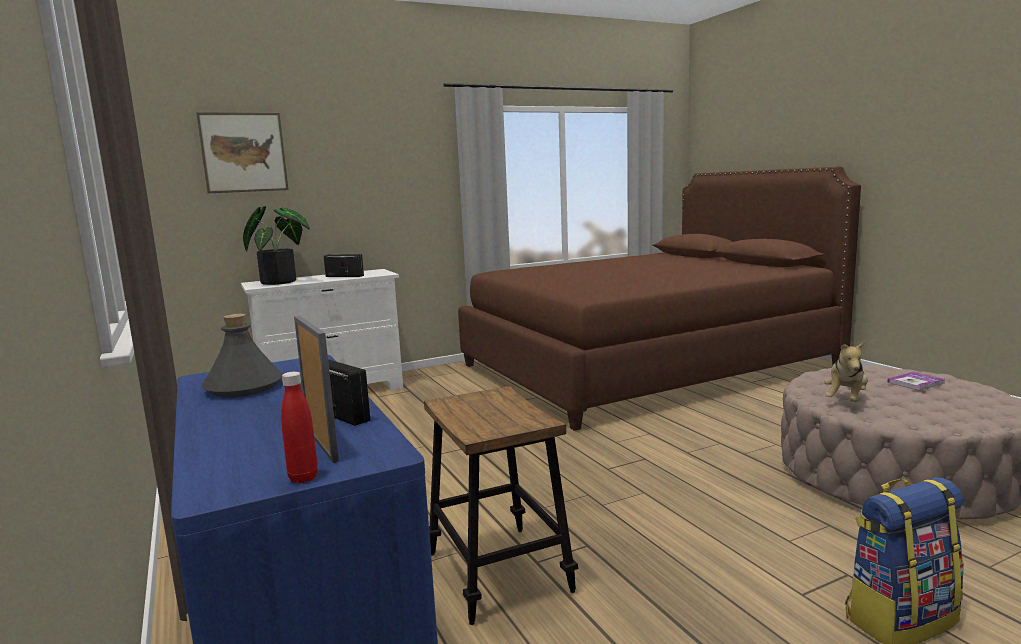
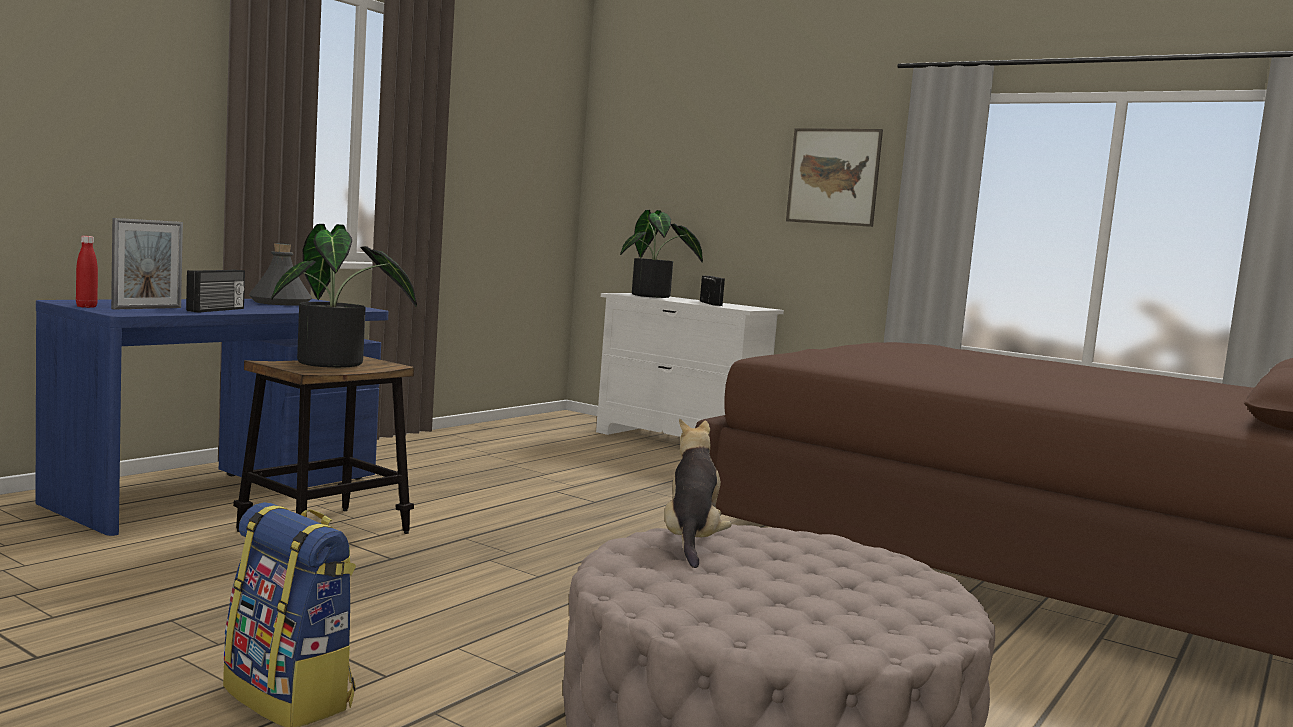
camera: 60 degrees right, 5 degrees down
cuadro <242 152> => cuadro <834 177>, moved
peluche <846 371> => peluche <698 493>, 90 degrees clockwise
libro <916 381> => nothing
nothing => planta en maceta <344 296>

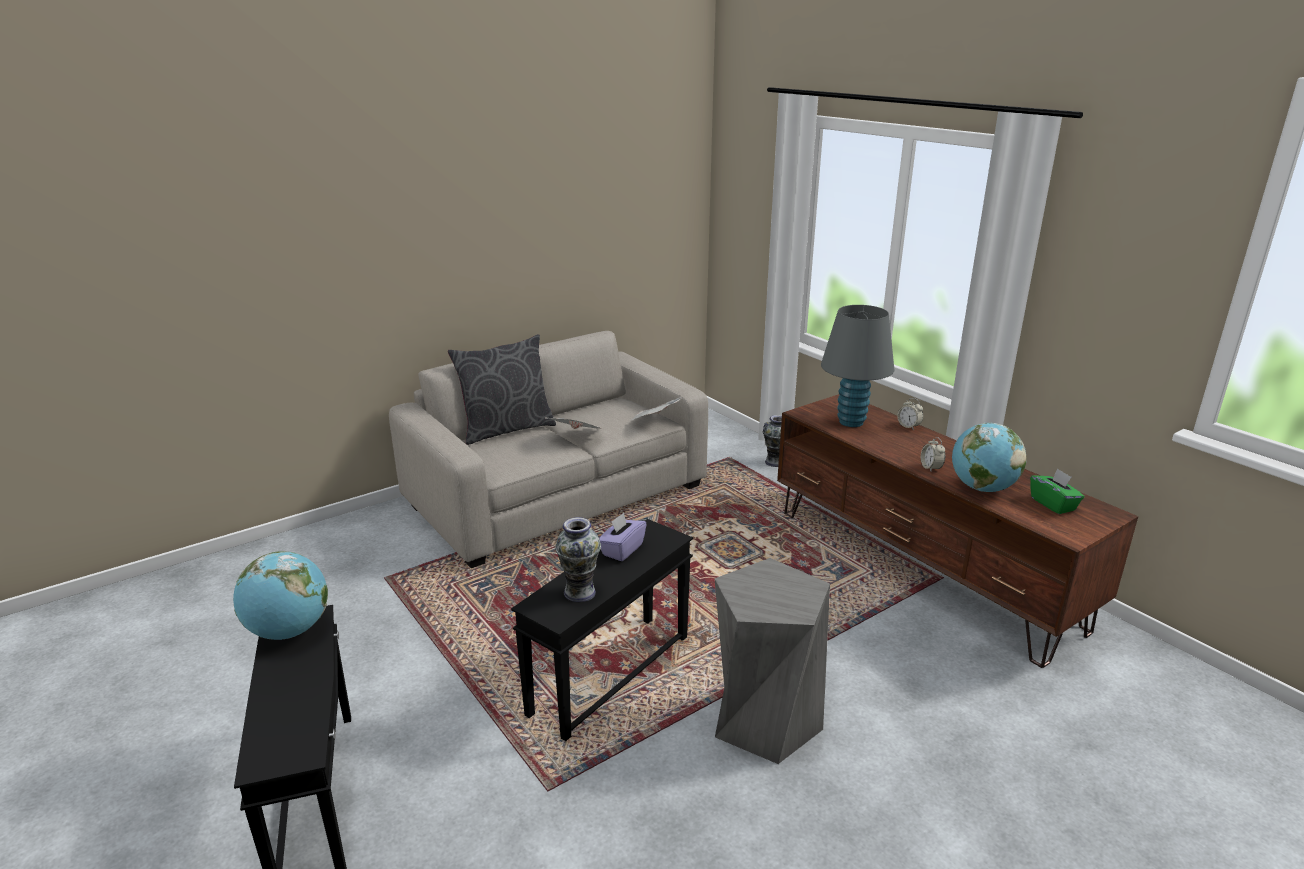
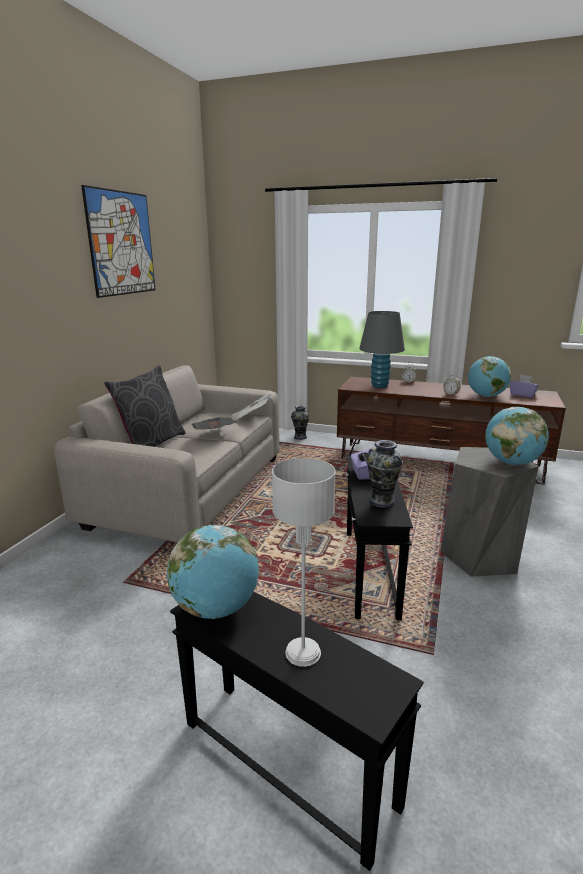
camera: 35 degrees left, 5 degrees down
caja de pañuelos/verde <1057 491> => caja de pañuelos/morado <524 386>
nothing => cuadro <118 241>
nothing => lámpara de mesa/gris <304 562>
nothing => globo terráqueo <517 436>

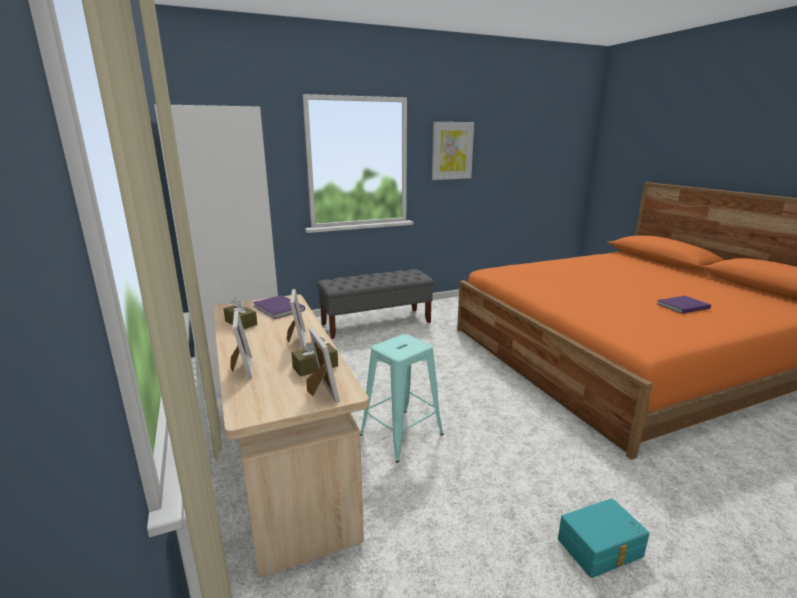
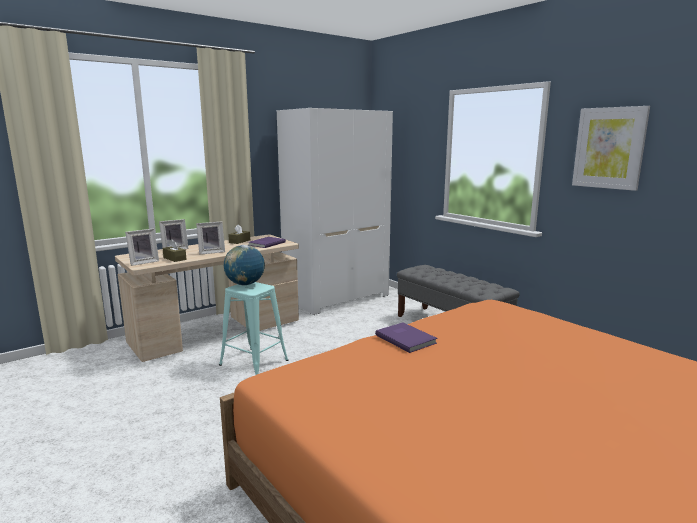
camera: 75 degrees right, 5 degrees down
caja de almacenaje/turquesa <604 538> => nothing
libro/morado <684 305> => libro/morado <406 337>, moved
nothing => globo terráqueo <244 265>

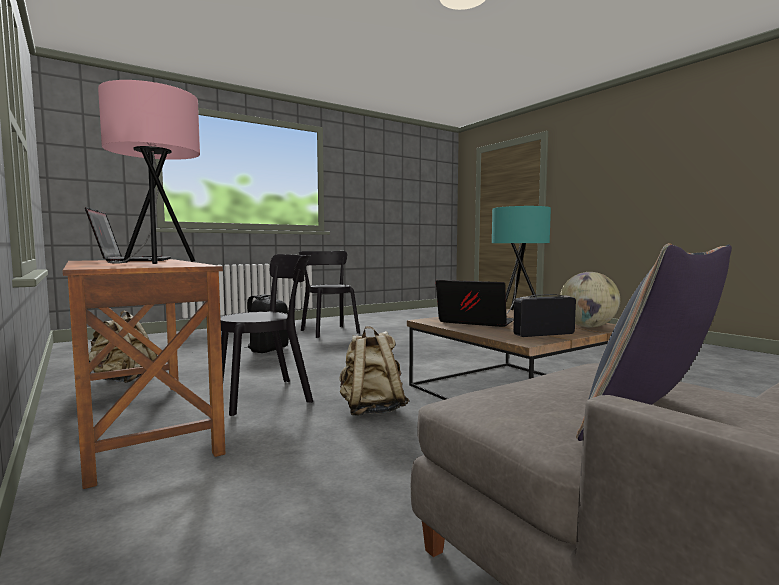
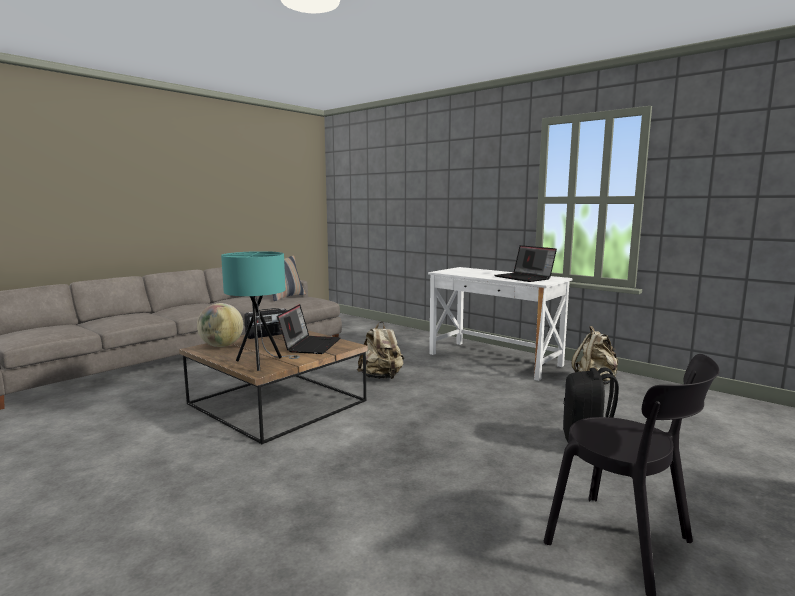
camera: 165 degrees right, 5 degrees up
escritorio/marrón <144 374> => escritorio/blanco <500 324>
lámpara de mesa/rosa <149 172> => nothing
silla/negro <266 335> => nothing
portátil <475 303> => portátil <308 329>, 90 degrees counterclockwise

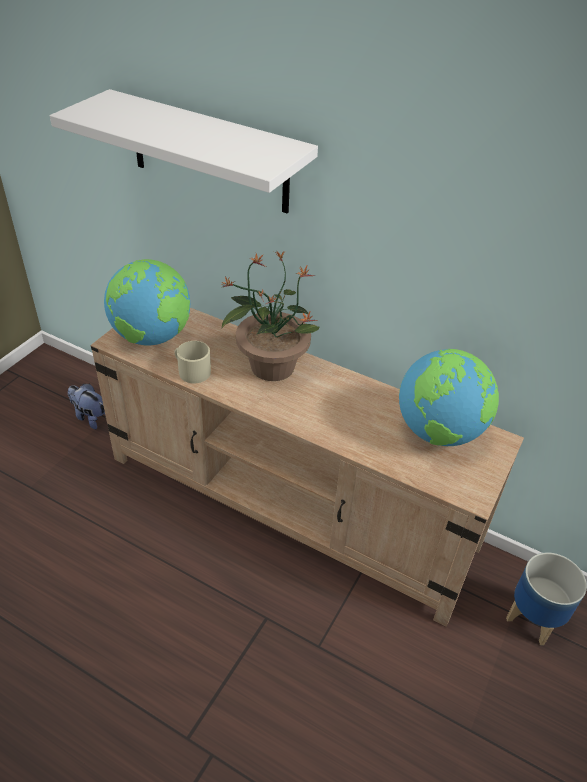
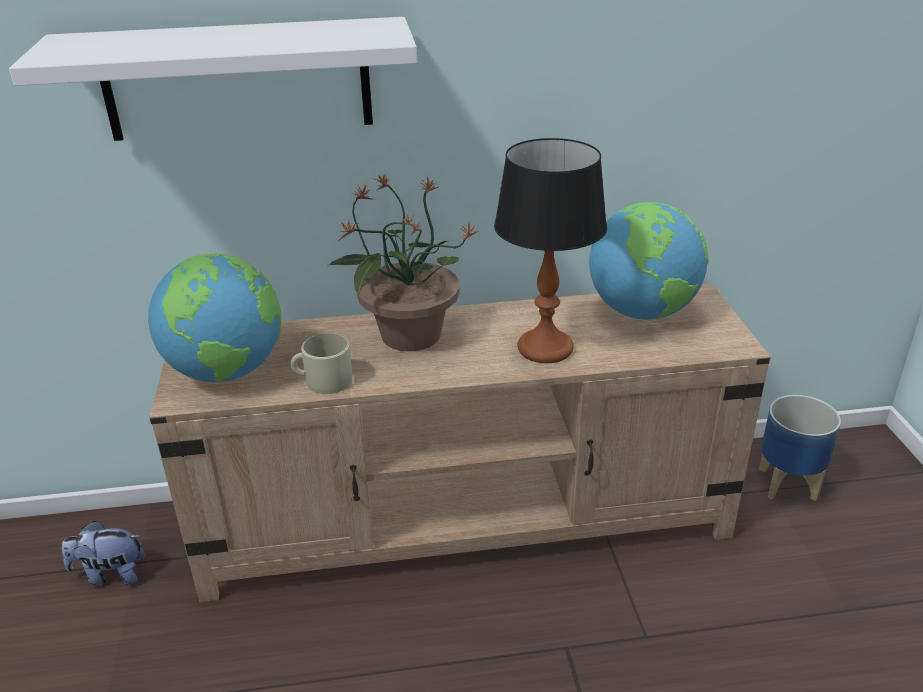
camera: 35 degrees left, 10 degrees down
nothing => lámpara de mesa <550 250>

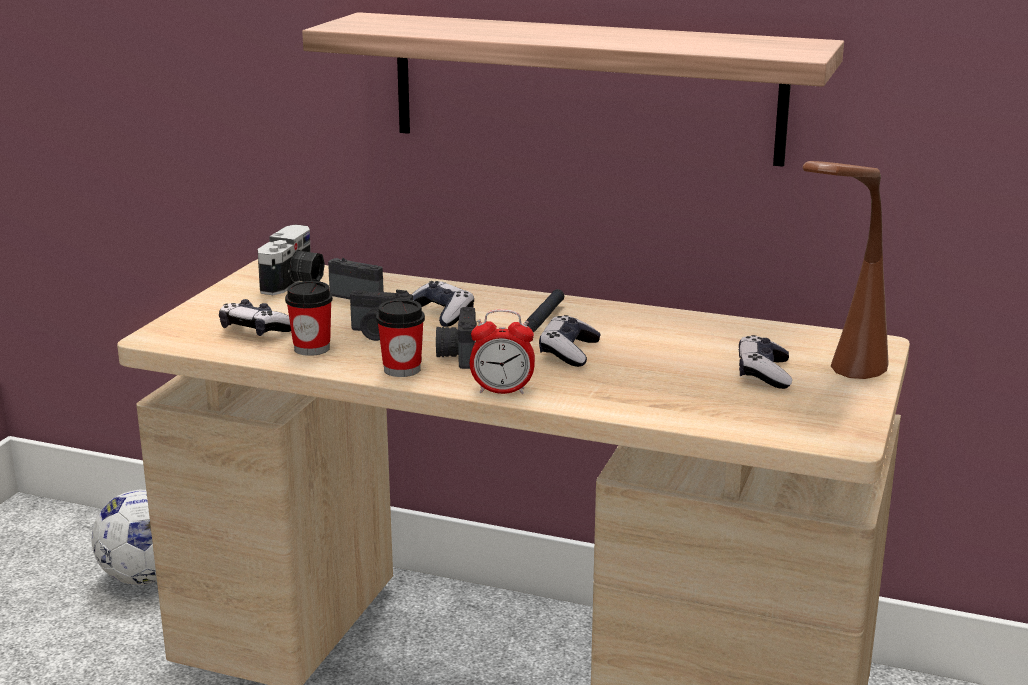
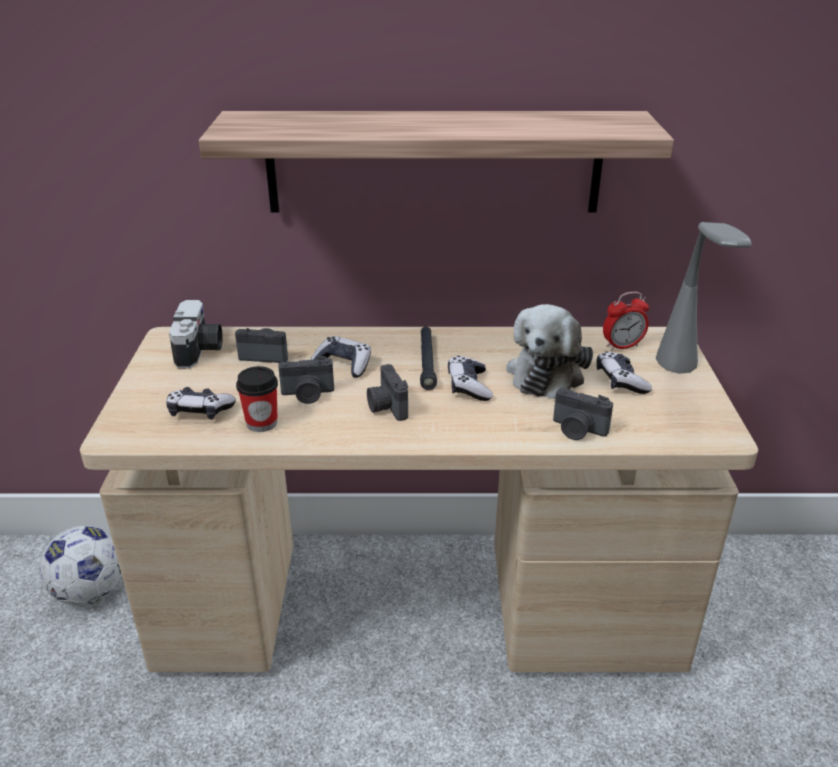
camera: 20 degrees left, 10 degrees up
taza <400 338> => nothing
despertador <502 351> => despertador <626 321>, moved
lámpara de mesa/marrón <845 270> => lámpara de mesa/gris <704 298>
nothing => peluche <549 351>
nothing => cámara <583 414>

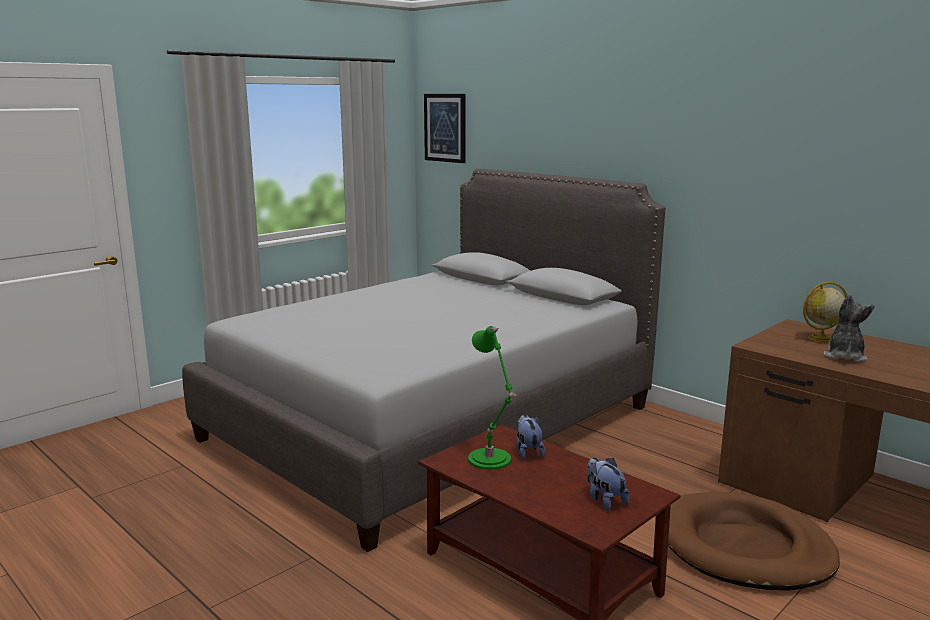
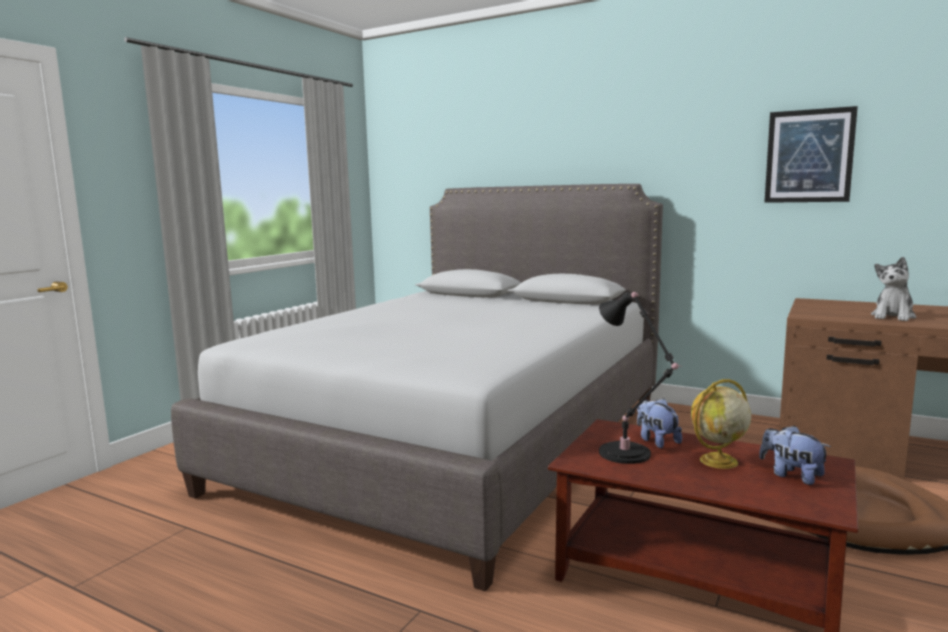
camera: 15 degrees left, 5 degrees down
cuadro <444 128> => cuadro <811 154>, moved
lámpara de mesa/verde <492 398> => lámpara de mesa/negro <640 378>
globo terráqueo <825 312> => globo terráqueo <721 424>, moved
peluche <849 328> => peluche <893 289>, 150 degrees counterclockwise

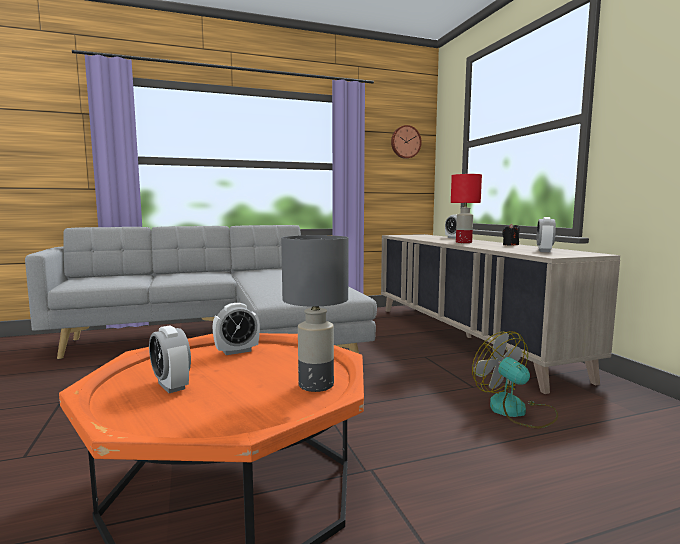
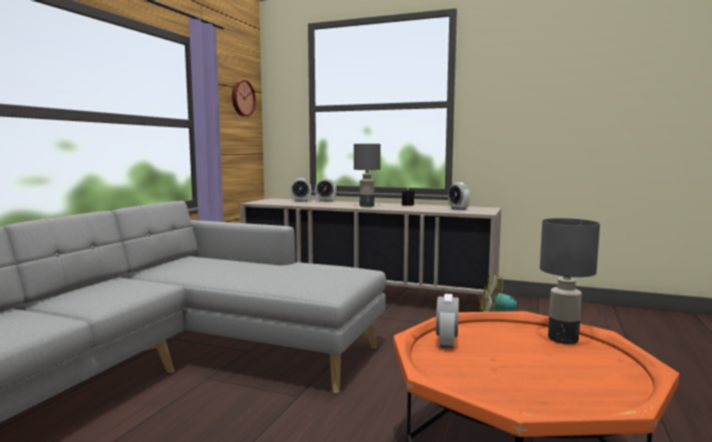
camera: 50 degrees left, 0 degrees up
despertador <170 359> => despertador <301 190>, moved
lámpara de mesa/rojo <466 208> => lámpara de mesa/gris <367 175>

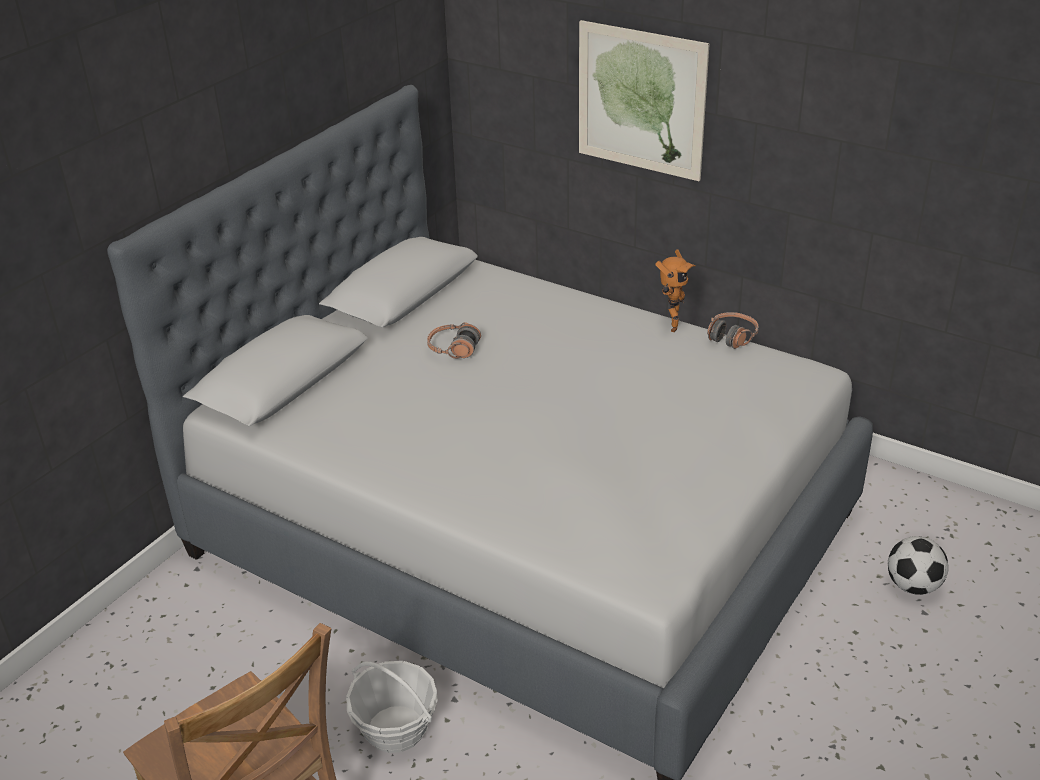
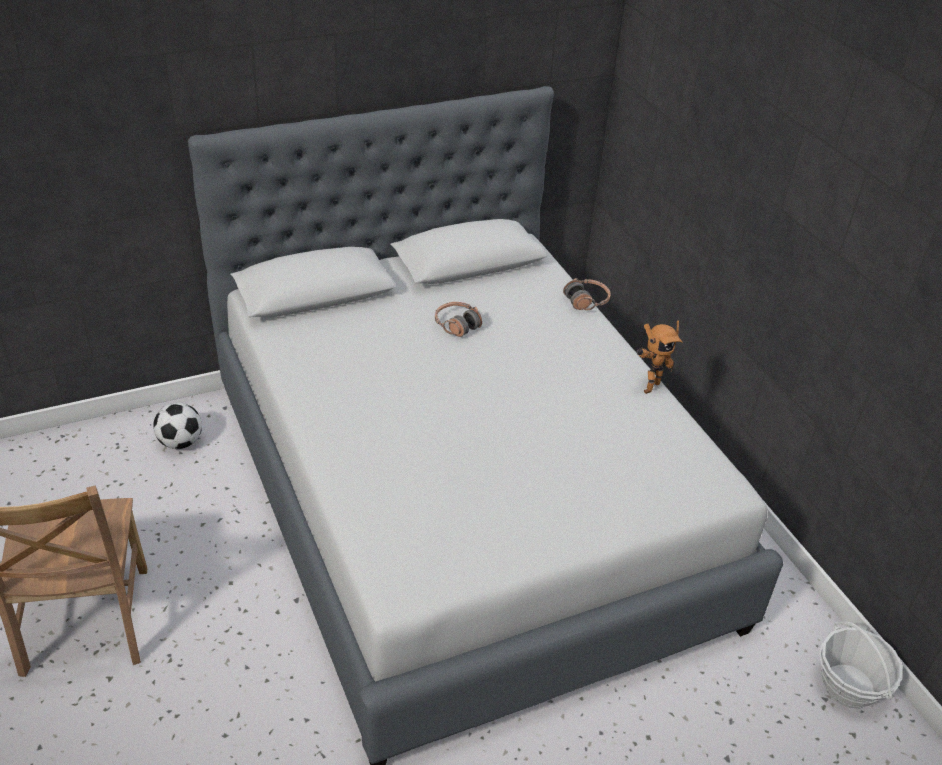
camera: 30 degrees right, 5 degrees up
cesta <392 707> => cesta <861 665>, moved
cuadro <644 100> => nothing
auriculares <733 330> => auriculares <587 294>, moved
balón de fútbol <918 565> => balón de fútbol <177 425>, moved

